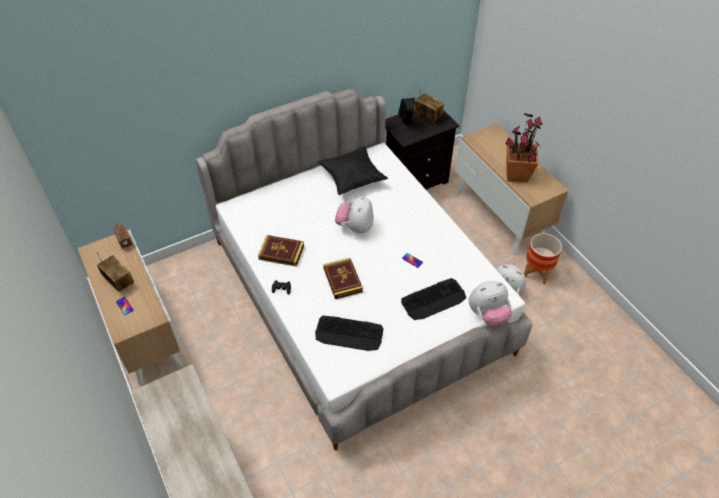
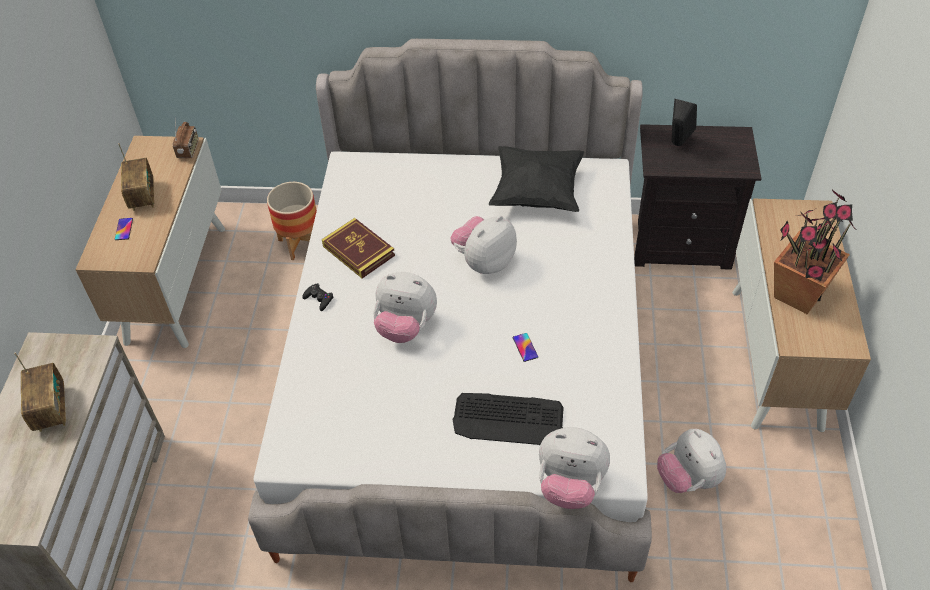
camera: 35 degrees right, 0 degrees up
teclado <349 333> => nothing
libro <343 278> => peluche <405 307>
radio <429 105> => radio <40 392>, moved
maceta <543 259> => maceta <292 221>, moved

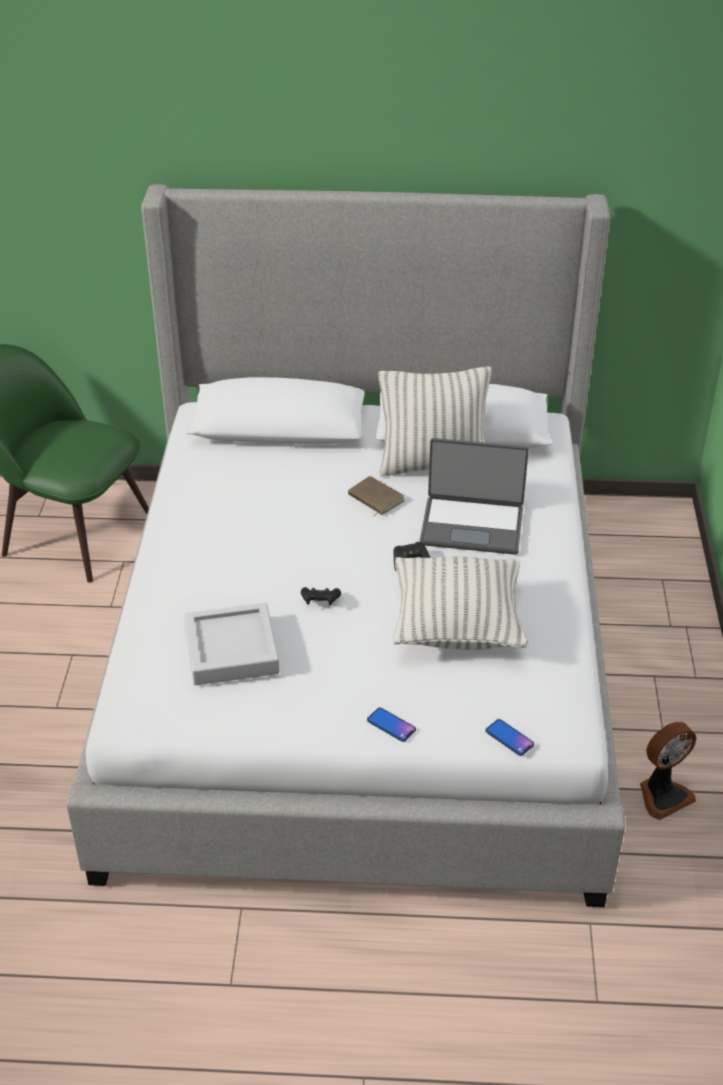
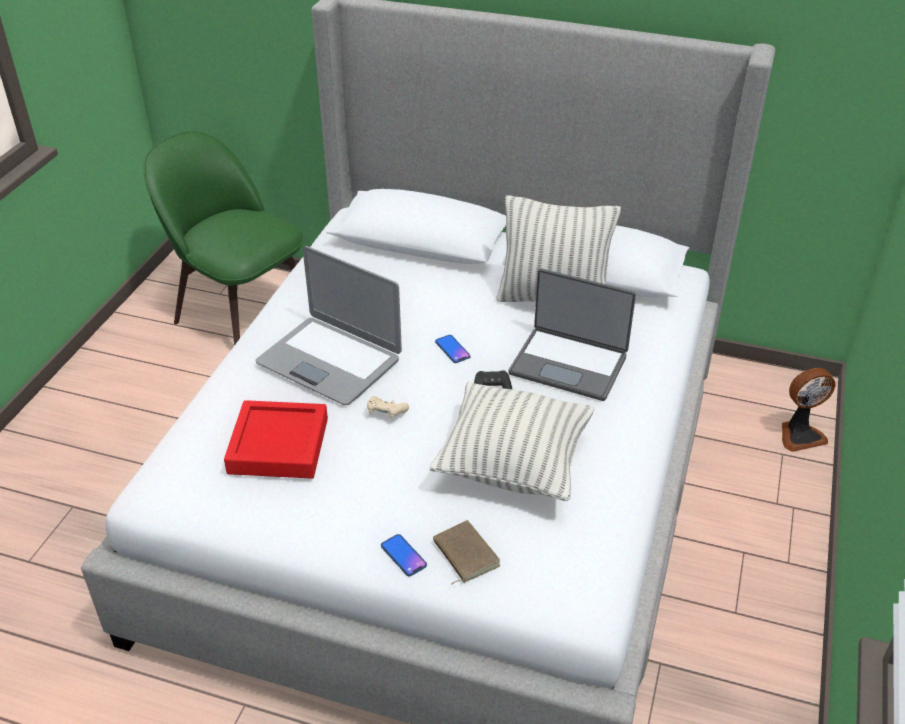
camera: 15 degrees right, 0 degrees up
bandeja/gris <232 644> => bandeja/rojo <276 439>
mando de consola/negro <321 596> => mando de consola/beis <388 407>
libro/marrón <376 496> => libro/marrón <466 552>, moved
móvil <509 737> => móvil <452 349>, moved
ventilador <668 771> => ventilador <809 410>, moved
nothing => portátil <329 325>

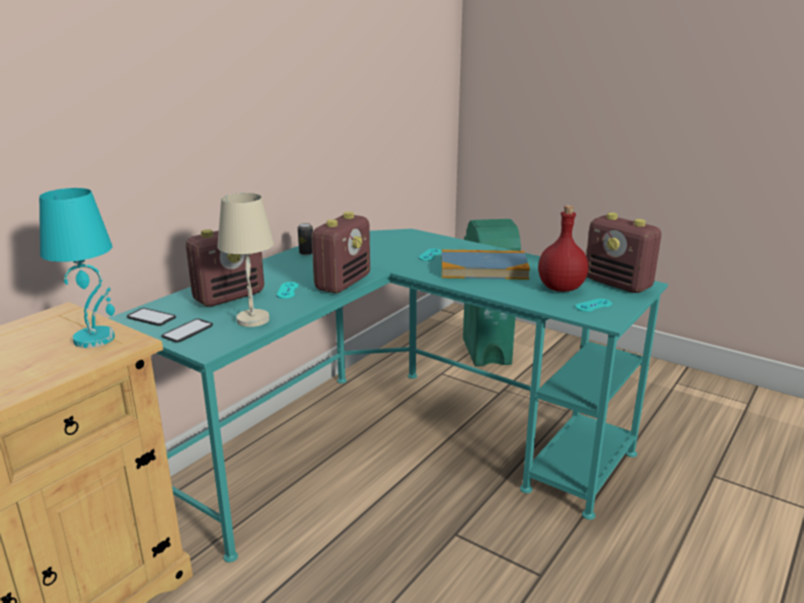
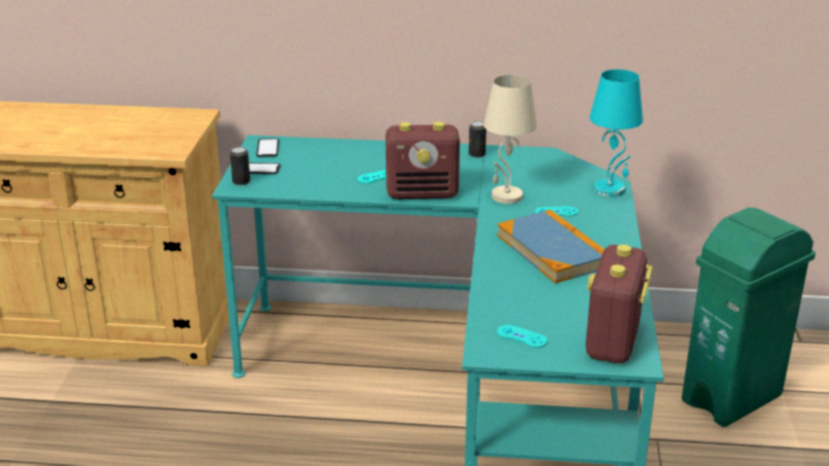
camera: 60 degrees right, 5 degrees up
lámpara de mesa/turquesa <77 268> => lámpara de mesa/turquesa <616 133>, moved
radio <224 268> => nothing
lámpara de mesa/beis <245 260> => lámpara de mesa/beis <510 139>, moved
botella/rojo <563 248> => nothing
nothing => lata <240 166>

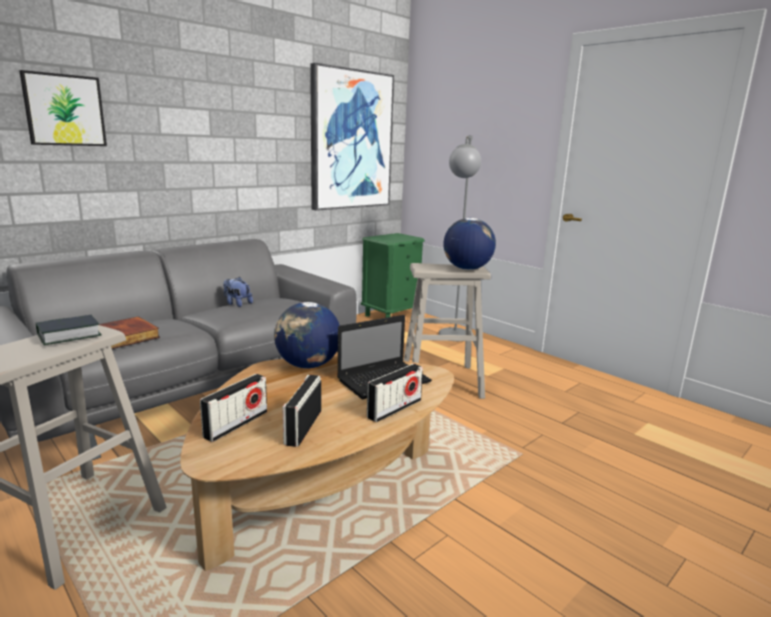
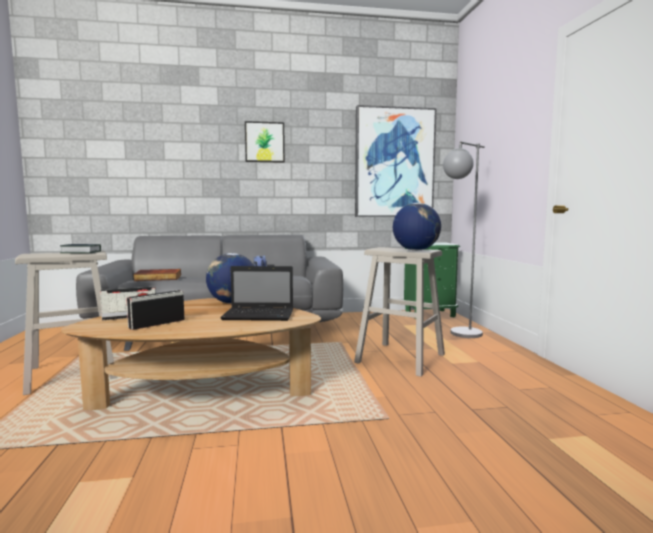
camera: 35 degrees right, 10 degrees down
cuadro <63 108> => cuadro <265 142>, moved
radio <395 393> => nothing

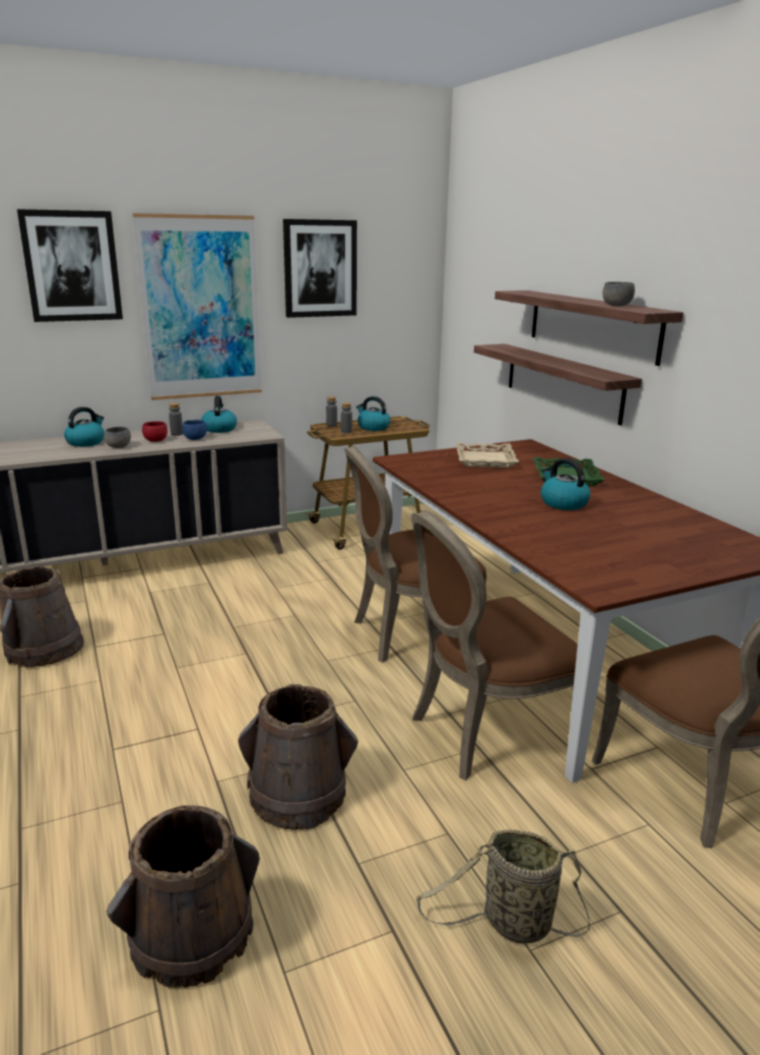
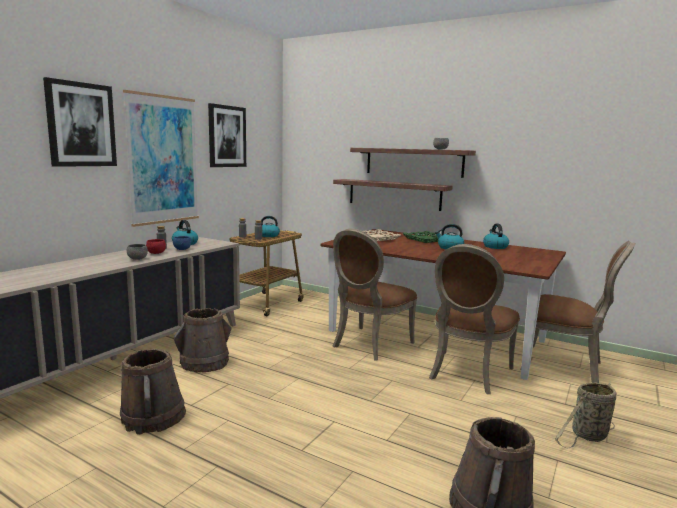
camera: 35 degrees left, 10 degrees down
hervidor <84 427> => hervidor <496 236>, moved
cubo/marrón <298 757> => cubo/marrón <202 340>, moved

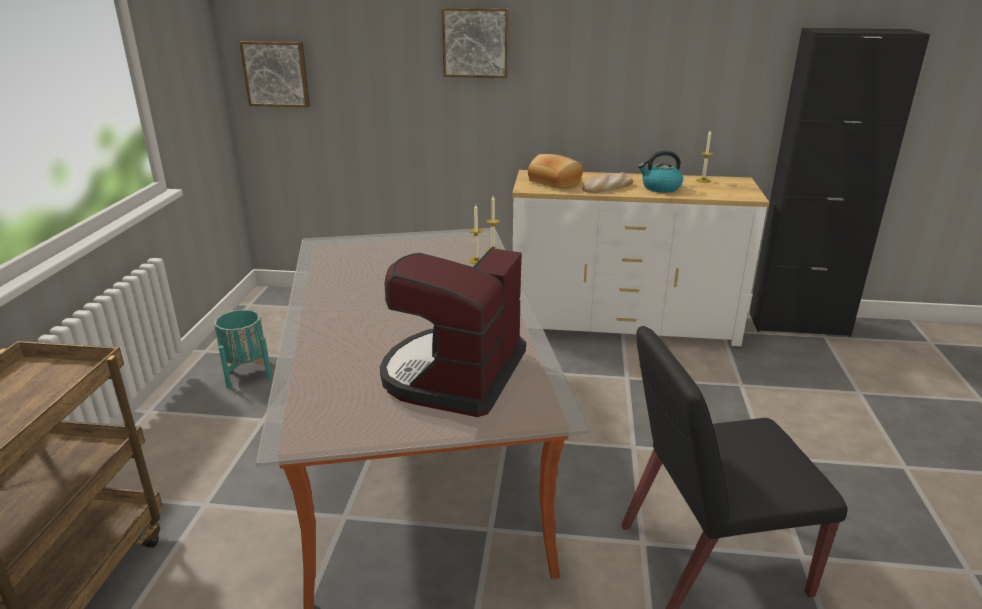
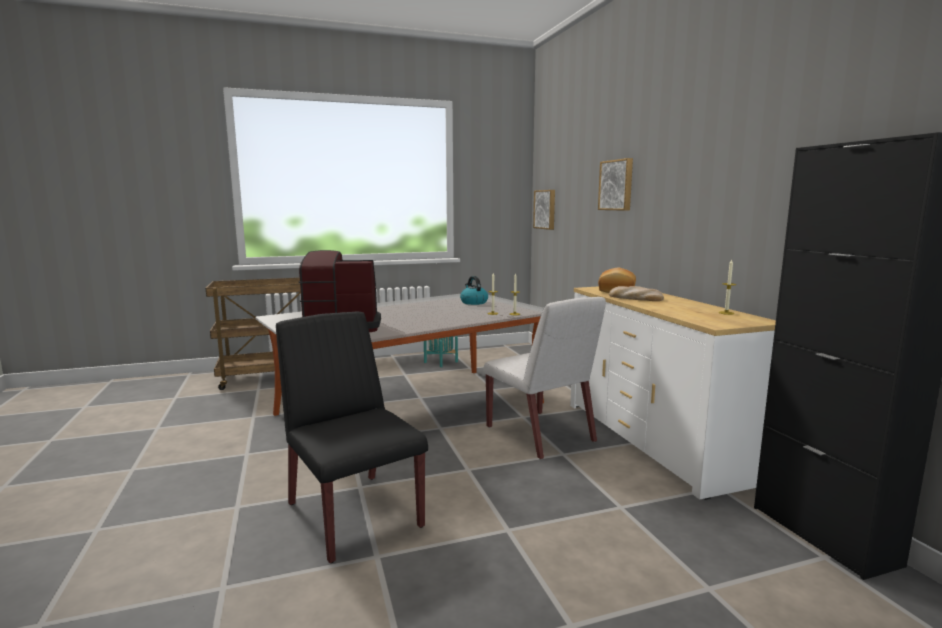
camera: 65 degrees right, 15 degrees down
hervidor <660 171> => hervidor <474 290>, moved
nothing => silla/blanco <544 378>

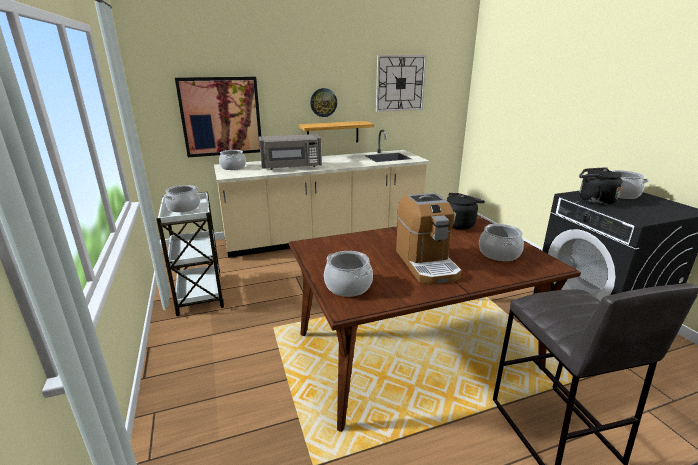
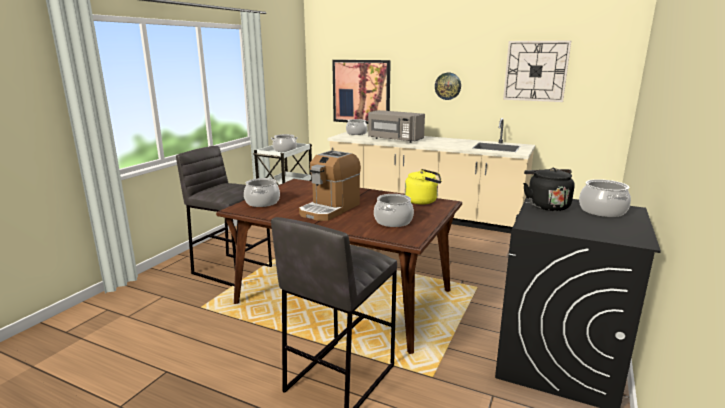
camera: 45 degrees right, 5 degrees down
estante <336 131> => nothing
hervidor/negro <465 211> => hervidor/amarillo <423 187>
nothing => taburete/gris <224 216>

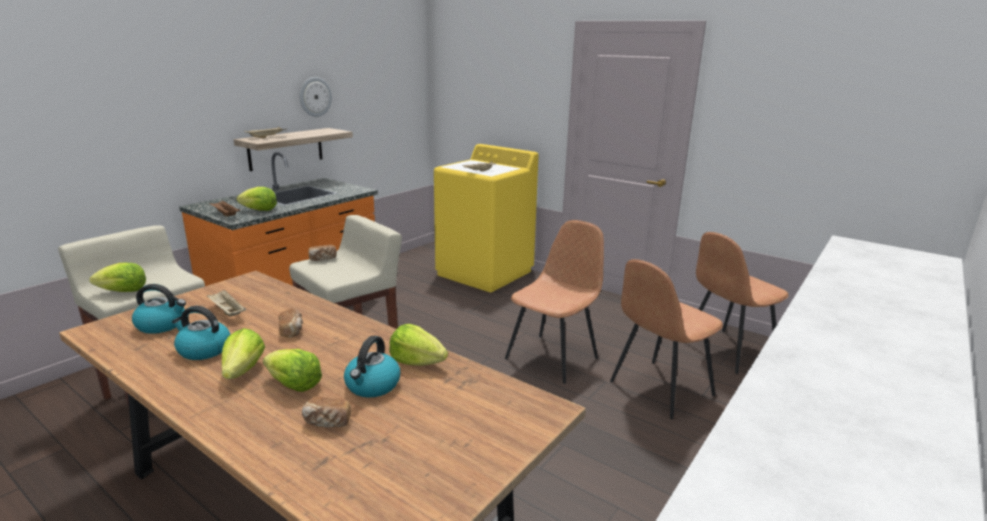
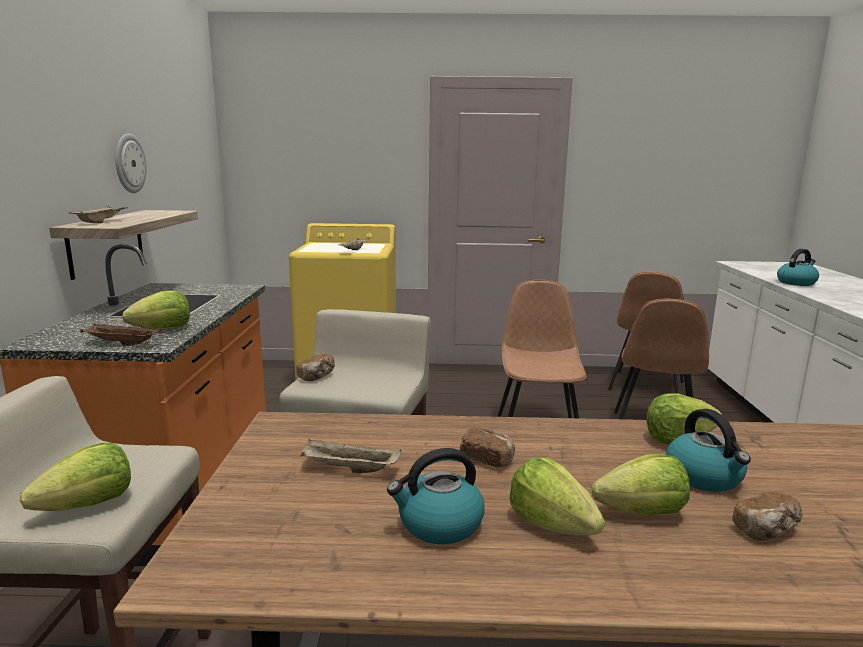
camera: 35 degrees left, 5 degrees down
hervidor <159 309> => hervidor <798 267>, moved

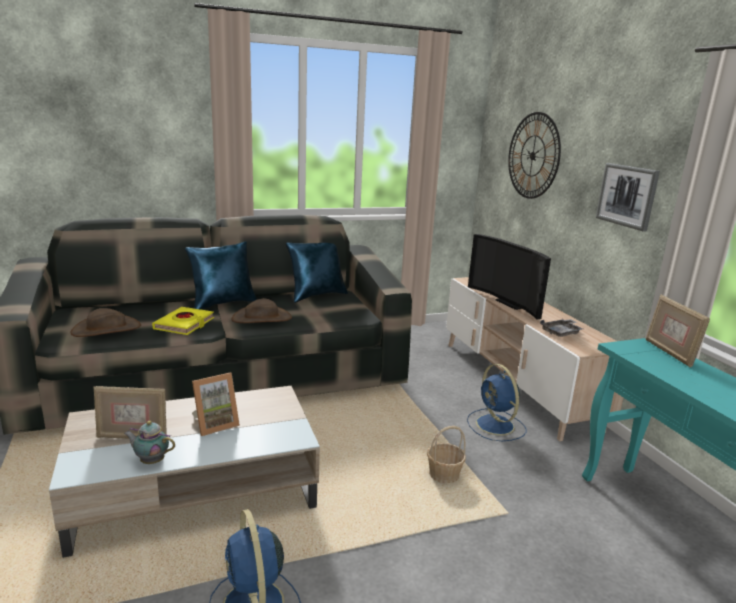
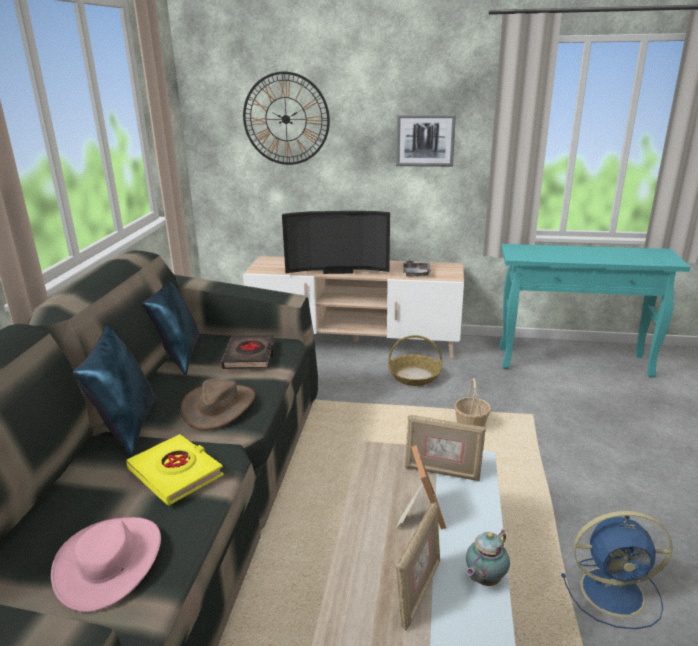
camera: 60 degrees left, 5 degrees up
sombrero/marrón <105 322> => sombrero/rosa <106 564>
ventilador/azul <496 402> => cesta <415 360>
portarretratos <678 330> => portarretratos <445 448>, moved
nothing => libro/negro <248 352>

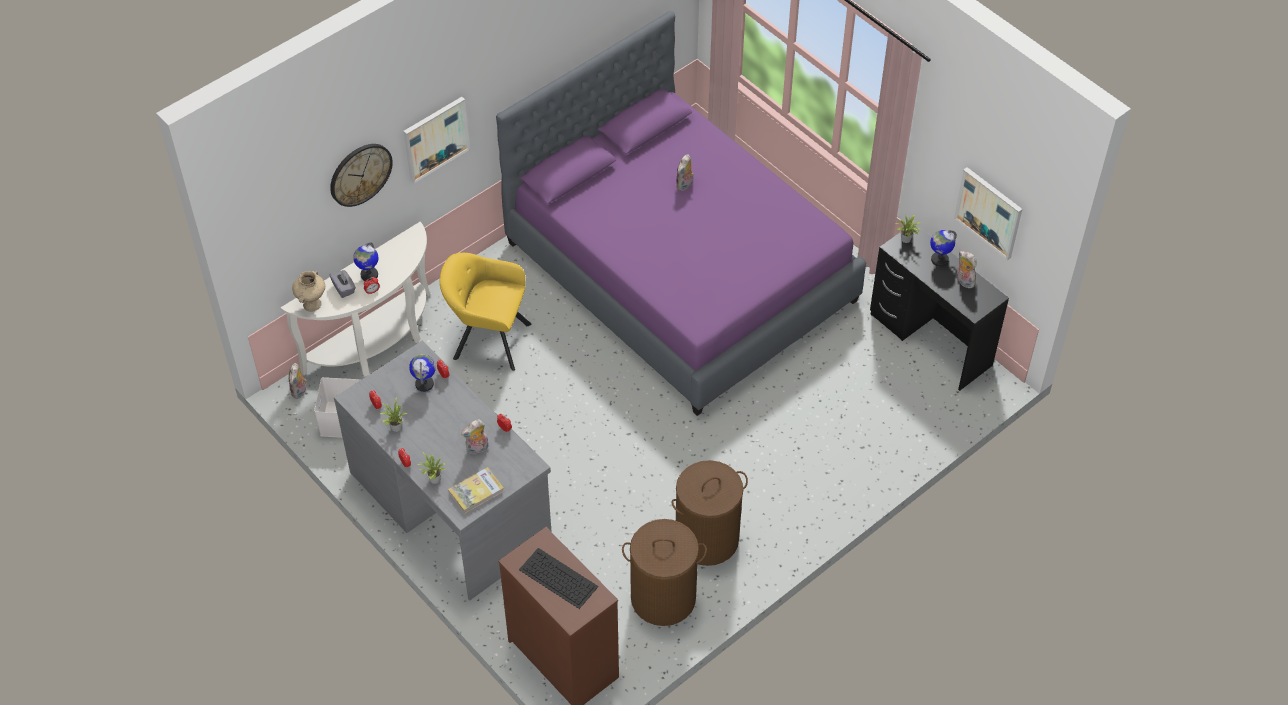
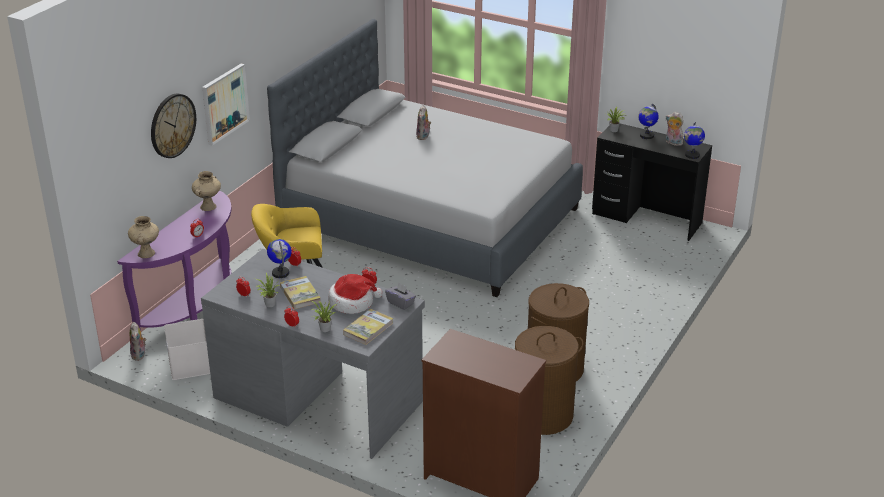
camera: 20 degrees left, 20 degrees down
mesa consola/blanco <355 299> => mesa consola/morado <174 260>
caja de pañuelos/gris <342 284> => caja de pañuelos/gris <400 296>, moved
globo terráqueo <365 261> => globo terráqueo <694 140>, moved
peluche <475 437> => sombrero <355 294>
cama/morado <681 213> => cama/gris <425 158>
teclado <559 578> => nothing
cuadro <988 213> => nothing
nothing => florero/beis <206 191>
nothing => libro <300 292>

